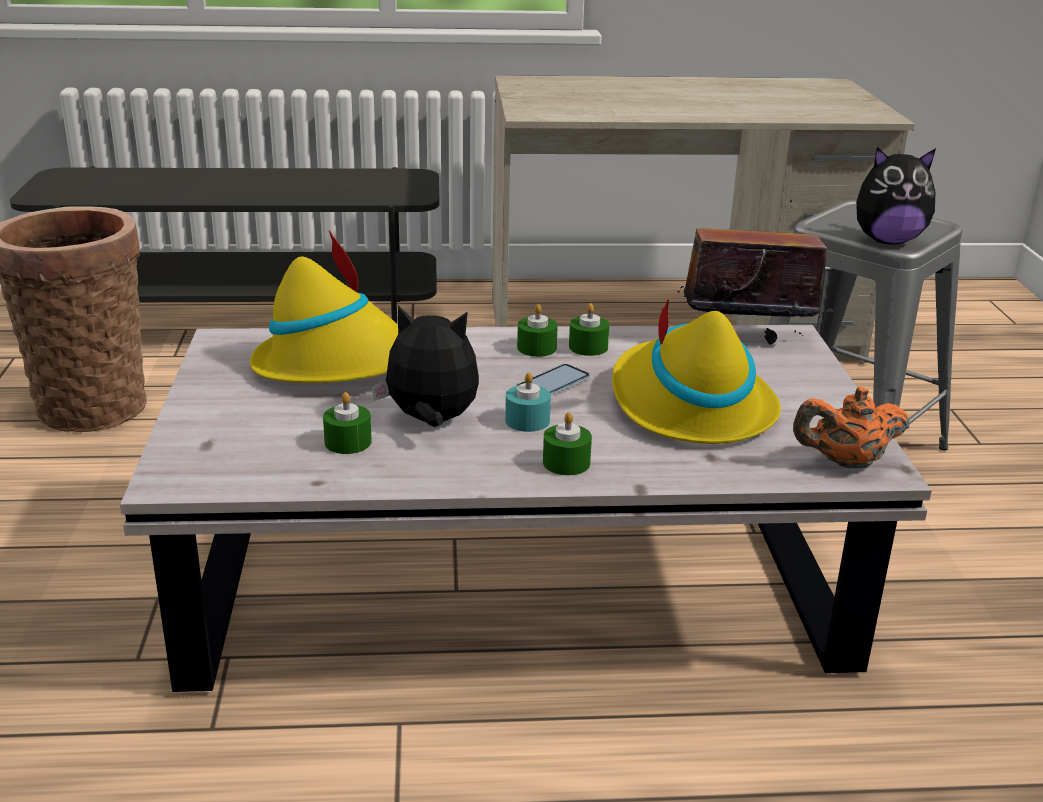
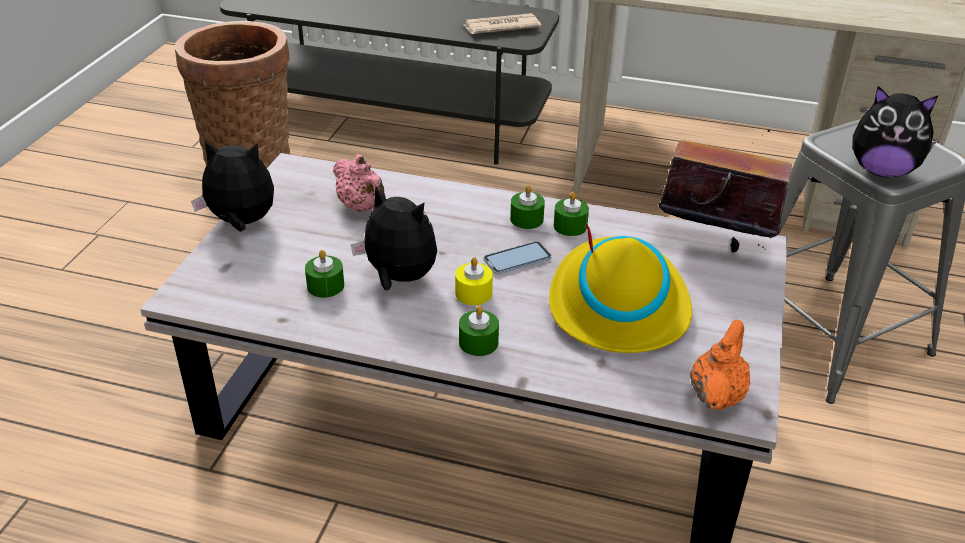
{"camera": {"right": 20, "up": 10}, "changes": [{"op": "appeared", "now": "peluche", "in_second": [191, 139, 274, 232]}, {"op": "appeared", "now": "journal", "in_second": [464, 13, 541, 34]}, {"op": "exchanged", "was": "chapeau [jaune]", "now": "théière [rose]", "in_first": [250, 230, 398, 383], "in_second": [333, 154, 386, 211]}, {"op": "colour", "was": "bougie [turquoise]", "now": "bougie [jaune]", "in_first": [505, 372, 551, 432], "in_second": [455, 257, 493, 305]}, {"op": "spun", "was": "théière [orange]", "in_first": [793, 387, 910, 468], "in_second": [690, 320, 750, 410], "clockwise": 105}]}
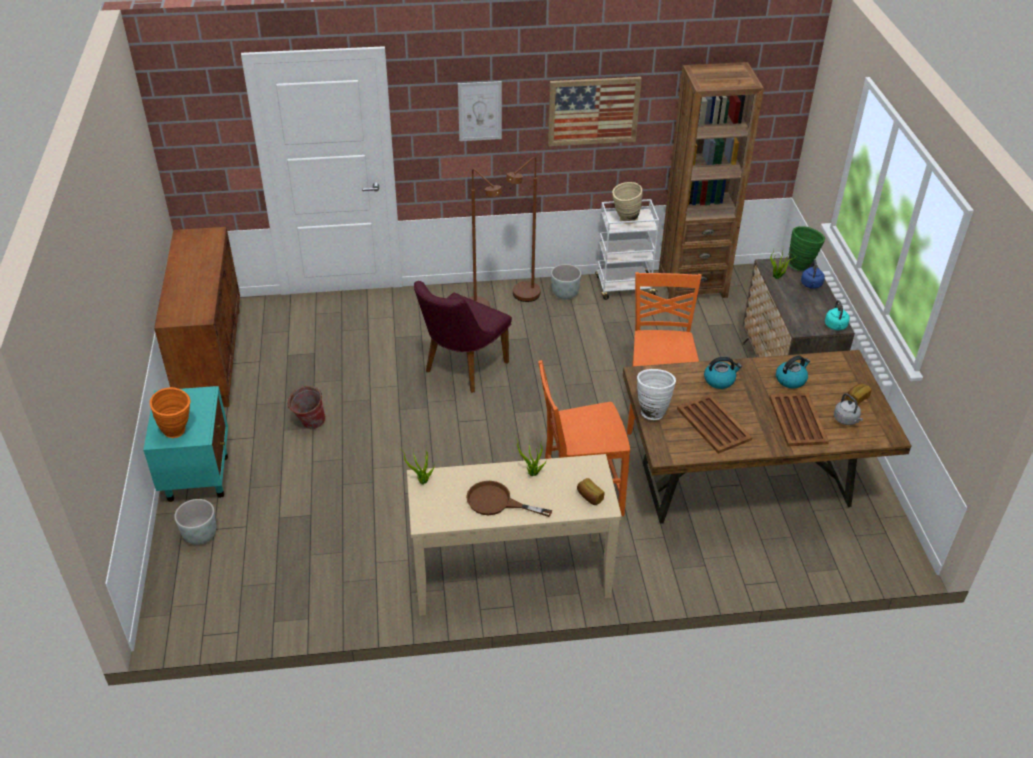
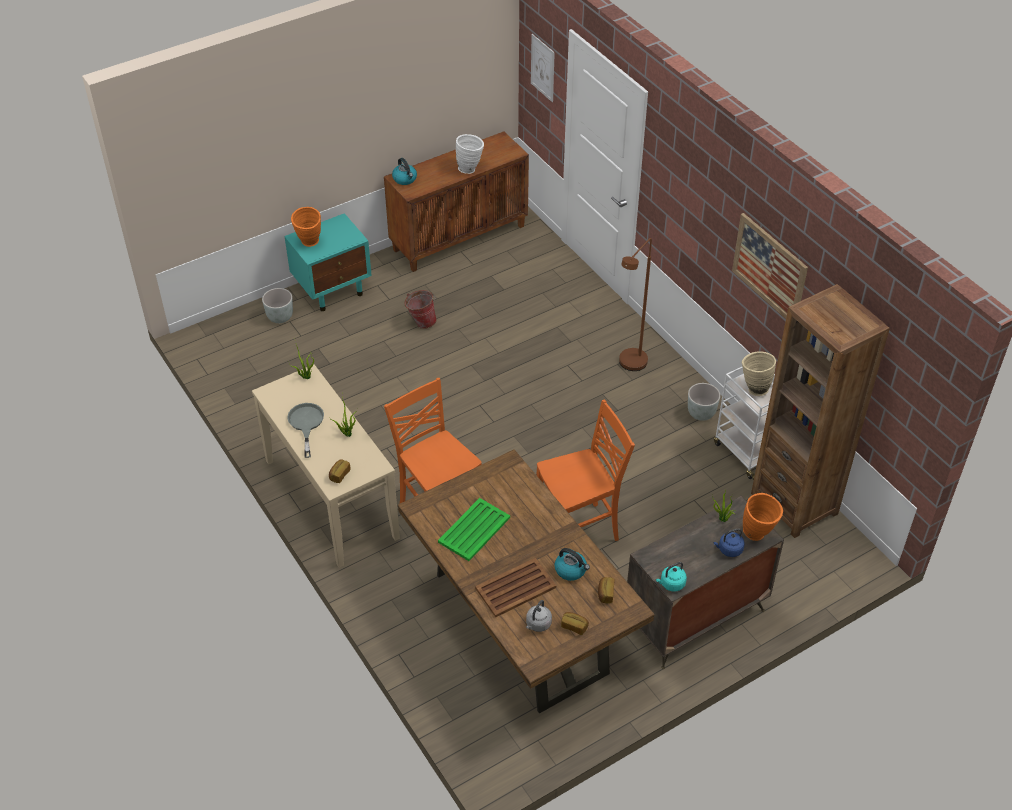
{"camera": {"right": 65, "up": 5}, "changes": [{"op": "missing", "was": "chaise [violet]", "in_first": [414, 281, 512, 393]}, {"op": "missing", "was": "lampadaire [marron]", "in_first": [506, 157, 541, 302]}, {"op": "appeared", "now": "pain", "in_second": [598, 577, 615, 603]}, {"op": "relocated", "was": "tableau", "in_first": [458, 81, 502, 141], "in_second": [531, 34, 555, 102]}, {"op": "relocated", "was": "vase [blanc]", "in_first": [637, 369, 676, 420], "in_second": [456, 134, 484, 174]}, {"op": "relocated", "was": "bouilloire", "in_first": [704, 357, 742, 389], "in_second": [392, 158, 417, 185]}, {"op": "colour", "was": "poêle [marron]", "now": "poêle [gris]", "in_first": [466, 481, 552, 517], "in_second": [287, 403, 324, 458]}, {"op": "colour", "was": "plateau [marron]", "now": "plateau [vert]", "in_first": [677, 394, 753, 454], "in_second": [438, 498, 510, 561]}, {"op": "colour", "was": "vase [vert]", "now": "vase [orange]", "in_first": [789, 226, 825, 271], "in_second": [743, 493, 783, 541]}]}
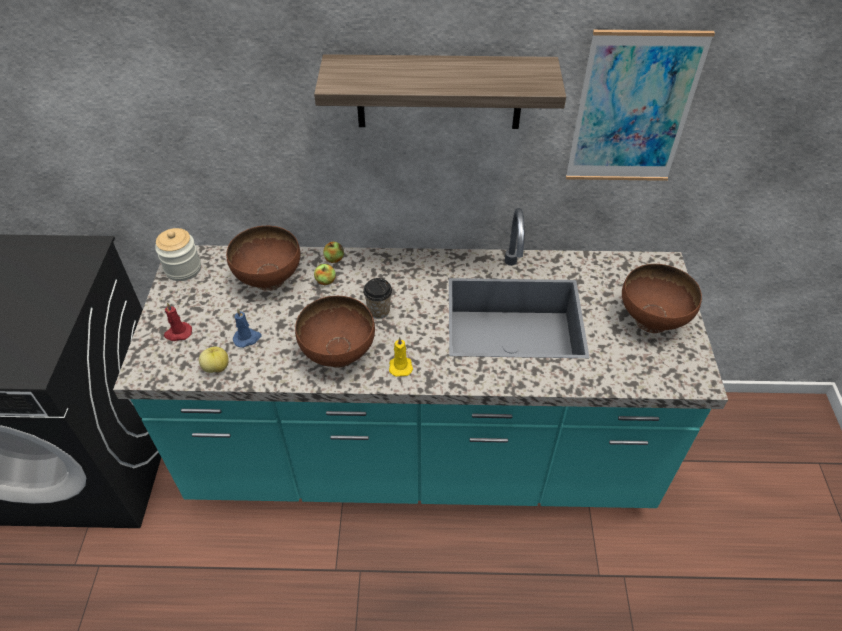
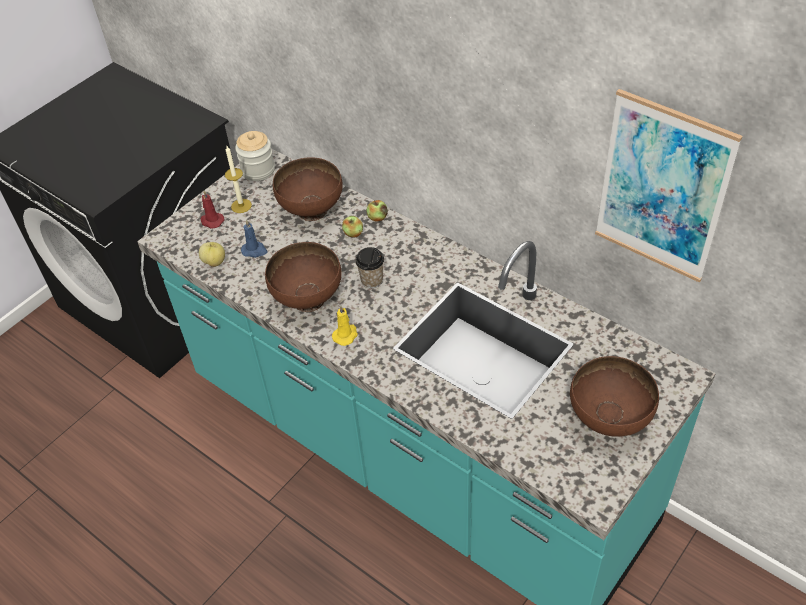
{"camera": {"right": 40, "up": 0}, "changes": [{"op": "missing", "was": "étagère", "in_first": [314, 54, 566, 129]}, {"op": "appeared", "now": "bougie", "in_second": [225, 146, 252, 213]}]}
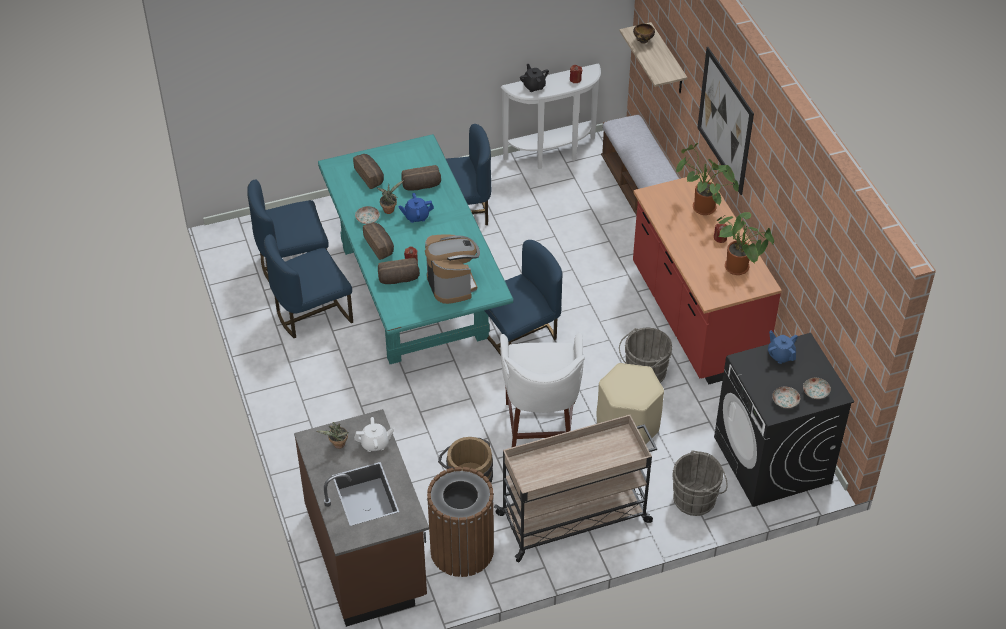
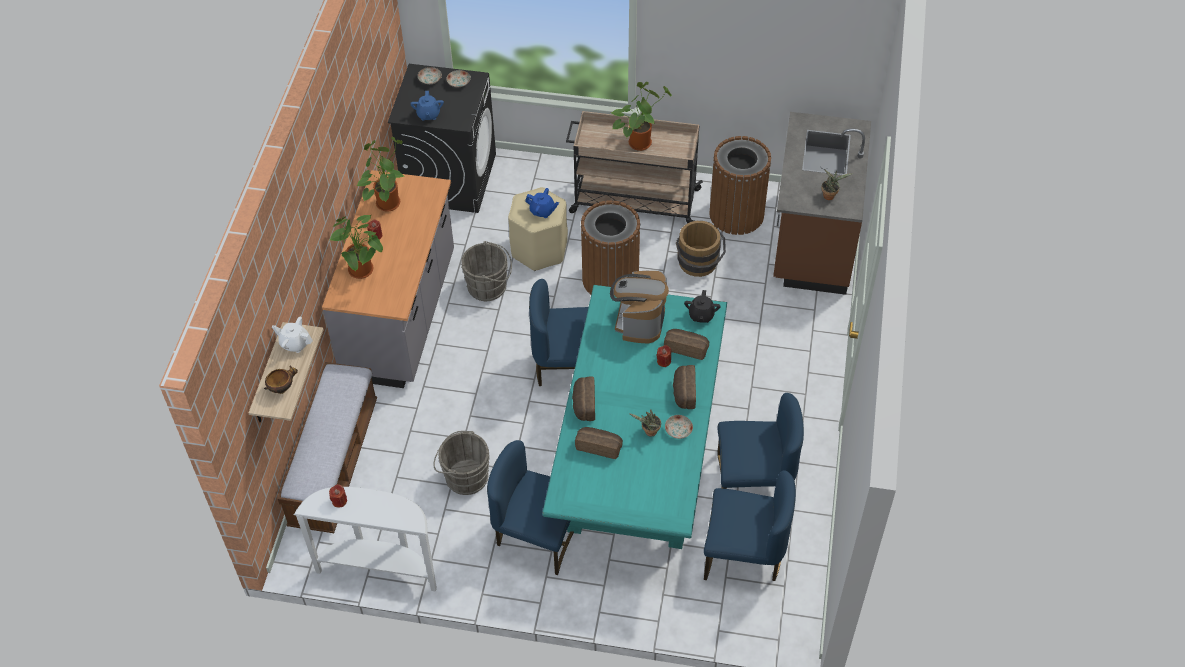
{"camera": {"right": -150, "up": 5}, "changes": [{"op": "missing", "was": "tableau", "in_first": [697, 47, 754, 195]}, {"op": "appeared", "now": "plante en pot", "in_second": [612, 82, 672, 151]}, {"op": "relocated", "was": "pain", "in_first": [353, 154, 384, 189], "in_second": [572, 377, 595, 421]}, {"op": "relocated", "was": "théière [blanc]", "in_first": [354, 417, 395, 452], "in_second": [272, 317, 313, 353]}, {"op": "relocated", "was": "théière [bleu]", "in_first": [398, 193, 434, 223], "in_second": [525, 188, 559, 218]}, {"op": "relocated", "was": "théière [noir]", "in_first": [520, 64, 549, 92], "in_second": [684, 290, 721, 323]}, {"op": "relocated", "was": "seau [gris]", "in_first": [673, 451, 728, 516], "in_second": [433, 431, 489, 495]}, {"op": "exchanged", "was": "tabouret [blanc]", "now": "poubelle [marron]", "in_first": [500, 333, 585, 447], "in_second": [580, 200, 641, 295]}, {"op": "colour", "was": "comptoir de cuisine [rouge]", "now": "comptoir de cuisine [gris]", "in_first": [633, 173, 782, 384], "in_second": [322, 170, 454, 388]}]}
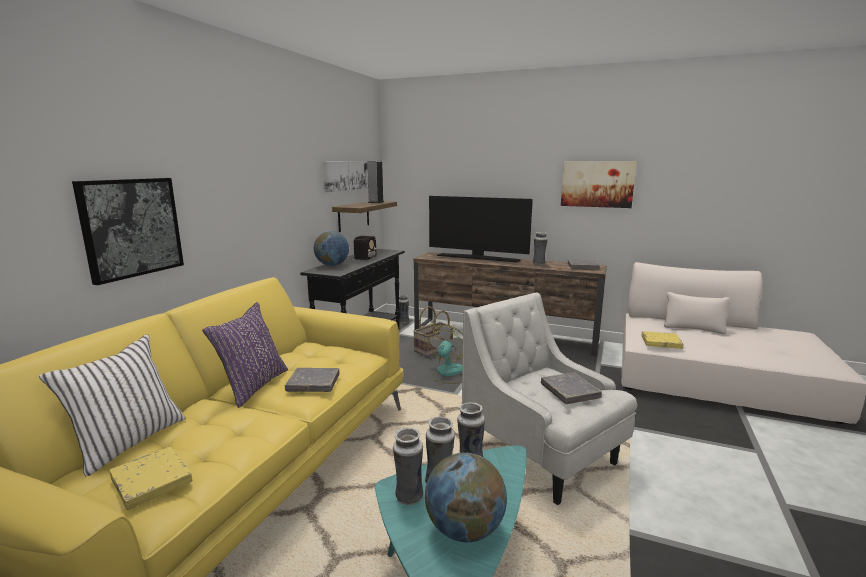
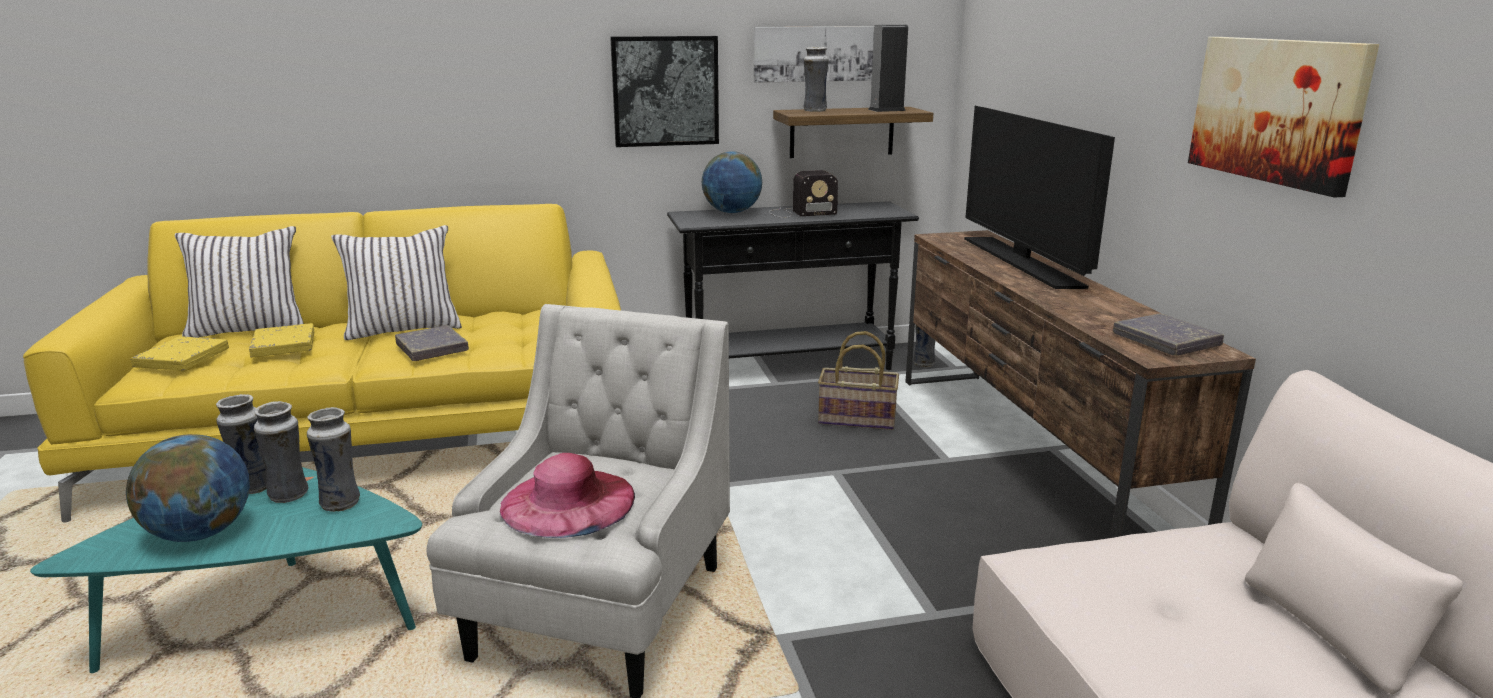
{"camera": {"right": 55, "up": 5}, "changes": [{"op": "missing", "was": "ventilateur", "in_first": [428, 325, 463, 384]}, {"op": "relocated", "was": "tableau", "in_first": [72, 178, 184, 285], "in_second": [610, 36, 719, 147]}, {"op": "relocated", "was": "vase", "in_first": [533, 232, 547, 266], "in_second": [803, 47, 829, 112]}, {"op": "relocated", "was": "livre [jaune]", "in_first": [641, 331, 684, 349], "in_second": [249, 323, 314, 357]}, {"op": "exchanged", "was": "livre [gris]", "now": "chapeau [rose]", "in_first": [541, 372, 602, 404], "in_second": [500, 453, 635, 538]}, {"op": "colour", "was": "coussin [violet]", "now": "coussin [blanc]", "in_first": [202, 302, 288, 408], "in_second": [331, 225, 462, 340]}]}
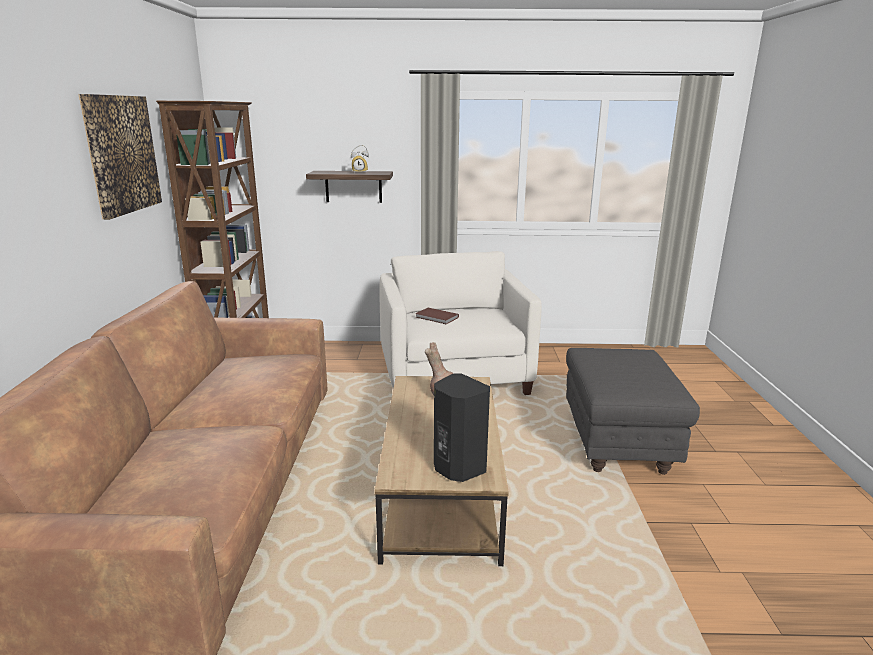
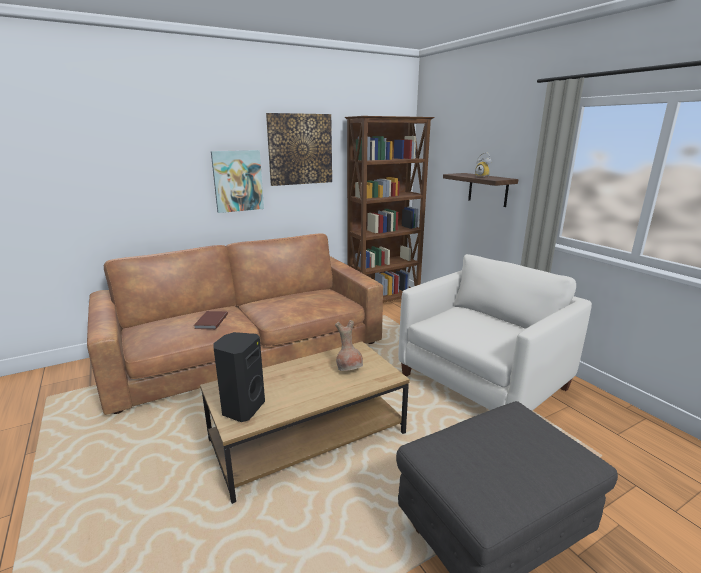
{"camera": {"right": 60, "up": 0}, "changes": [{"op": "appeared", "now": "tableau", "in_second": [211, 150, 264, 213]}, {"op": "relocated", "was": "livre [marron]", "in_first": [415, 308, 459, 324], "in_second": [194, 311, 228, 329]}]}
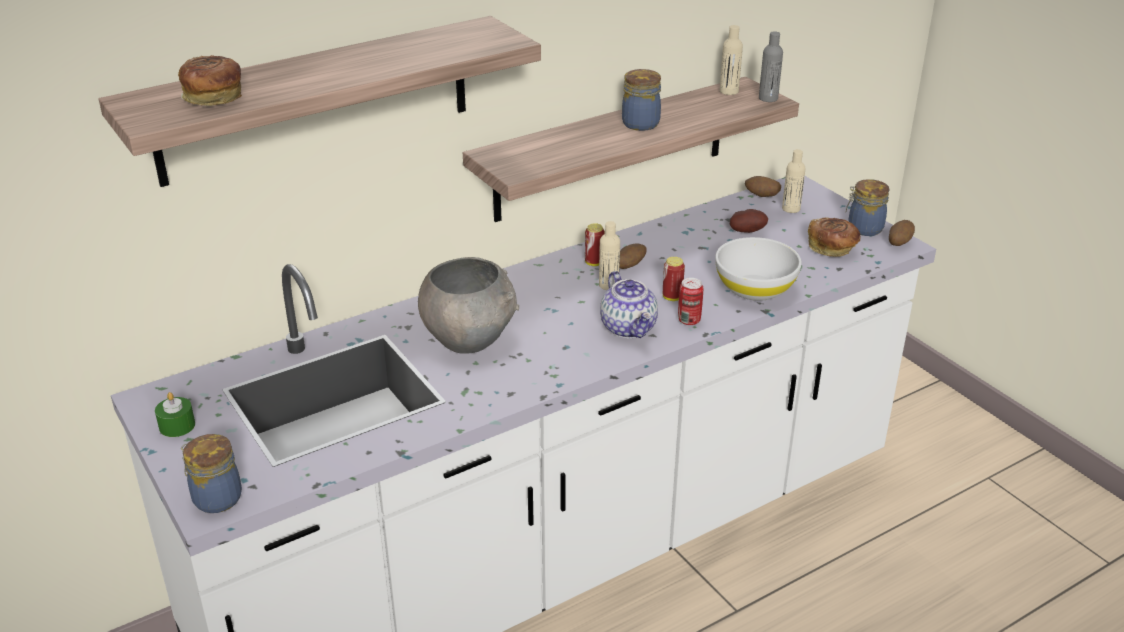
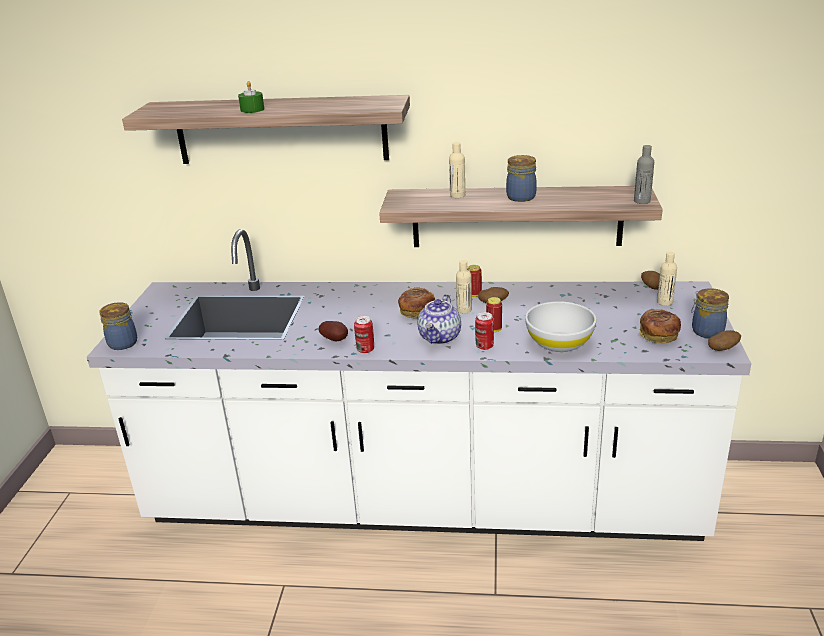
{"camera": {"right": 40, "up": -5}, "changes": [{"op": "missing", "was": "bol [gris]", "in_first": [418, 257, 519, 354]}, {"op": "appeared", "now": "boîte métallique", "in_second": [354, 316, 374, 353]}, {"op": "relocated", "was": "bougie [vert]", "in_first": [155, 392, 195, 437], "in_second": [238, 81, 264, 113]}, {"op": "relocated", "was": "pain", "in_first": [178, 55, 242, 106], "in_second": [398, 287, 435, 319]}, {"op": "relocated", "was": "bouteille [beige]", "in_first": [720, 25, 743, 95], "in_second": [449, 142, 465, 198]}, {"op": "relocated", "was": "pomme de terre", "in_first": [730, 209, 768, 233], "in_second": [319, 321, 348, 342]}]}
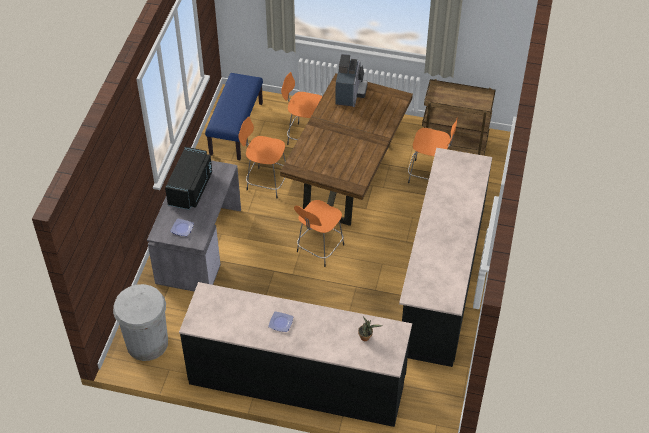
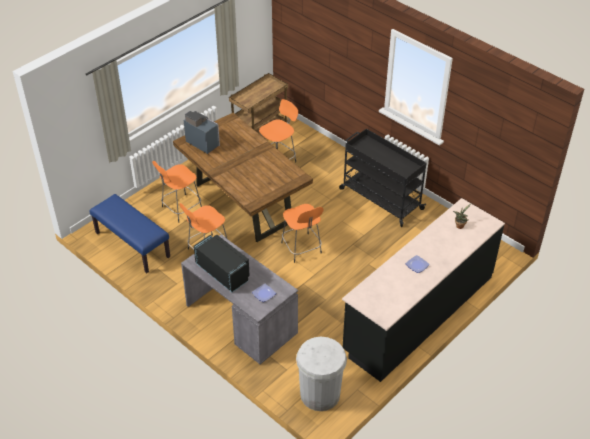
{"camera": {"right": -60, "up": -5}, "changes": [{"op": "exchanged", "was": "comptoir de cuisine [noir]", "now": "chariot [noir]", "in_first": [399, 148, 492, 367], "in_second": [339, 129, 427, 227]}]}
